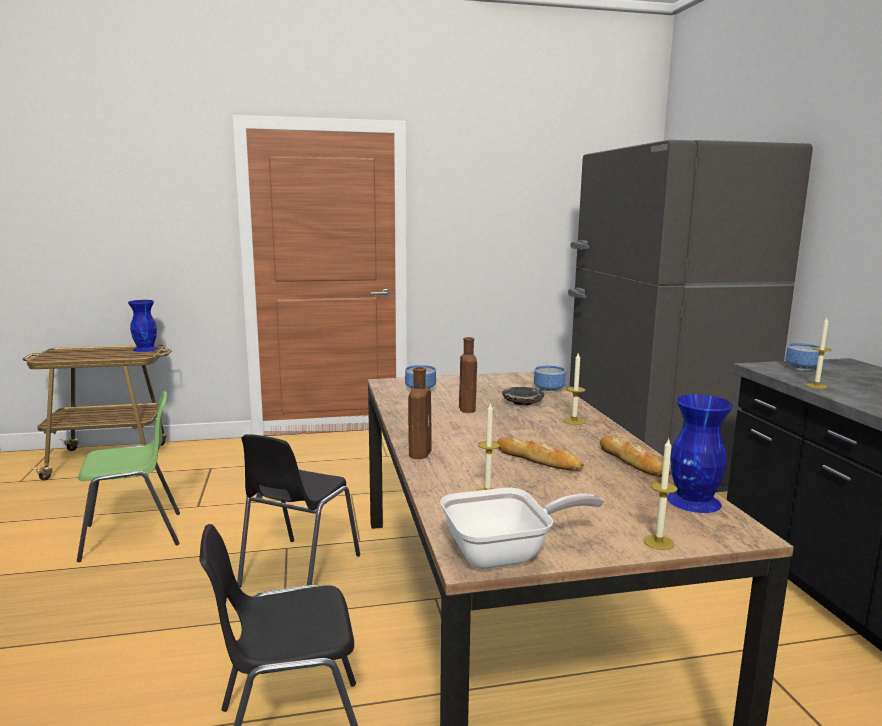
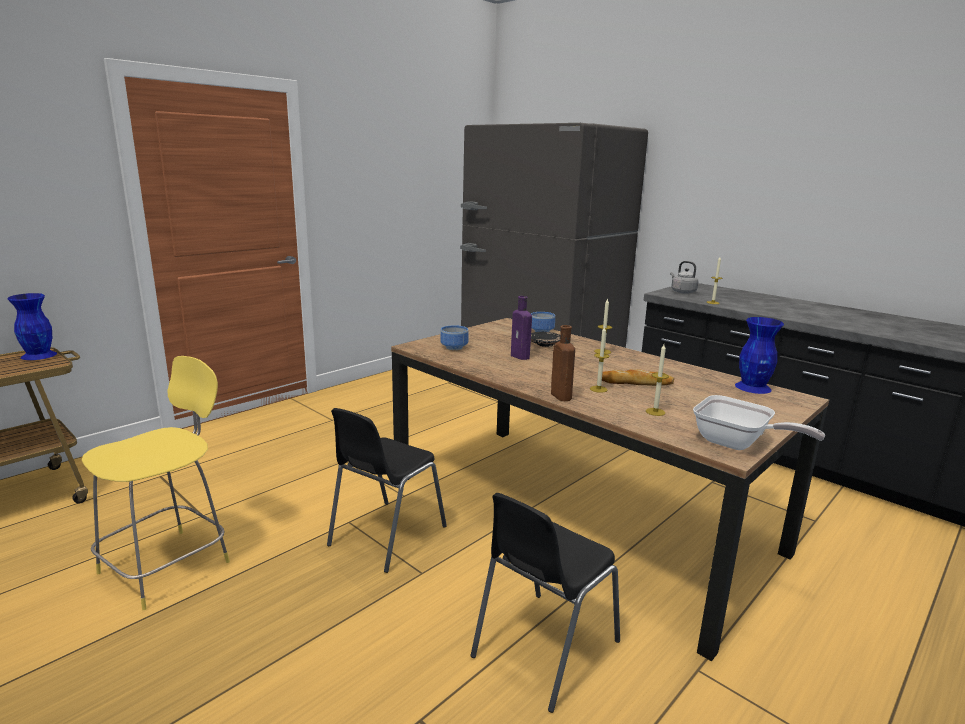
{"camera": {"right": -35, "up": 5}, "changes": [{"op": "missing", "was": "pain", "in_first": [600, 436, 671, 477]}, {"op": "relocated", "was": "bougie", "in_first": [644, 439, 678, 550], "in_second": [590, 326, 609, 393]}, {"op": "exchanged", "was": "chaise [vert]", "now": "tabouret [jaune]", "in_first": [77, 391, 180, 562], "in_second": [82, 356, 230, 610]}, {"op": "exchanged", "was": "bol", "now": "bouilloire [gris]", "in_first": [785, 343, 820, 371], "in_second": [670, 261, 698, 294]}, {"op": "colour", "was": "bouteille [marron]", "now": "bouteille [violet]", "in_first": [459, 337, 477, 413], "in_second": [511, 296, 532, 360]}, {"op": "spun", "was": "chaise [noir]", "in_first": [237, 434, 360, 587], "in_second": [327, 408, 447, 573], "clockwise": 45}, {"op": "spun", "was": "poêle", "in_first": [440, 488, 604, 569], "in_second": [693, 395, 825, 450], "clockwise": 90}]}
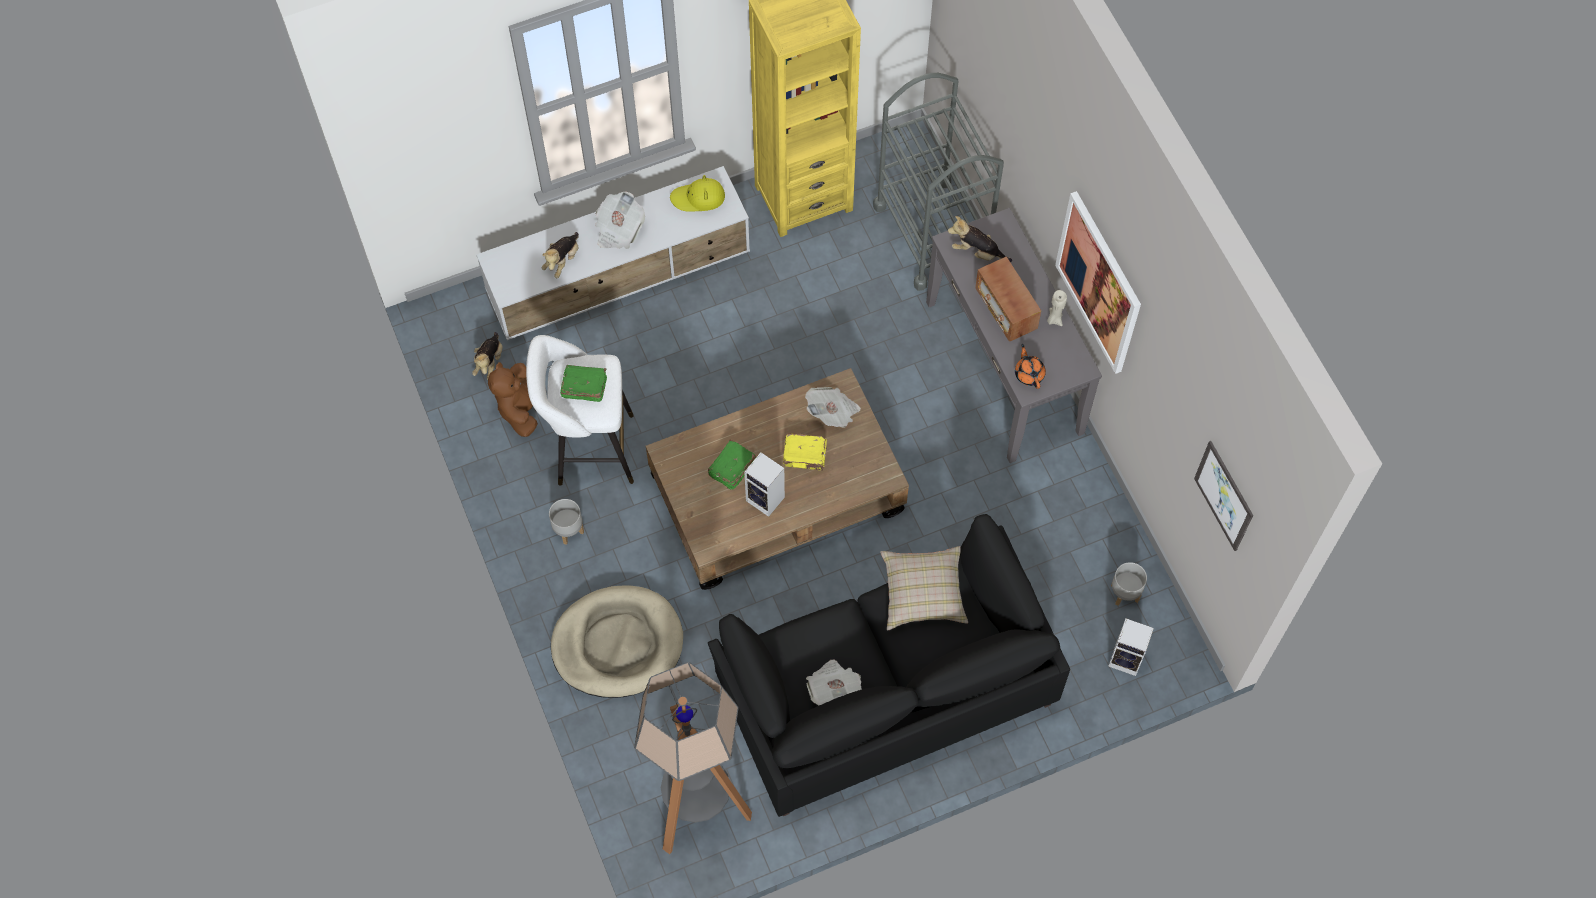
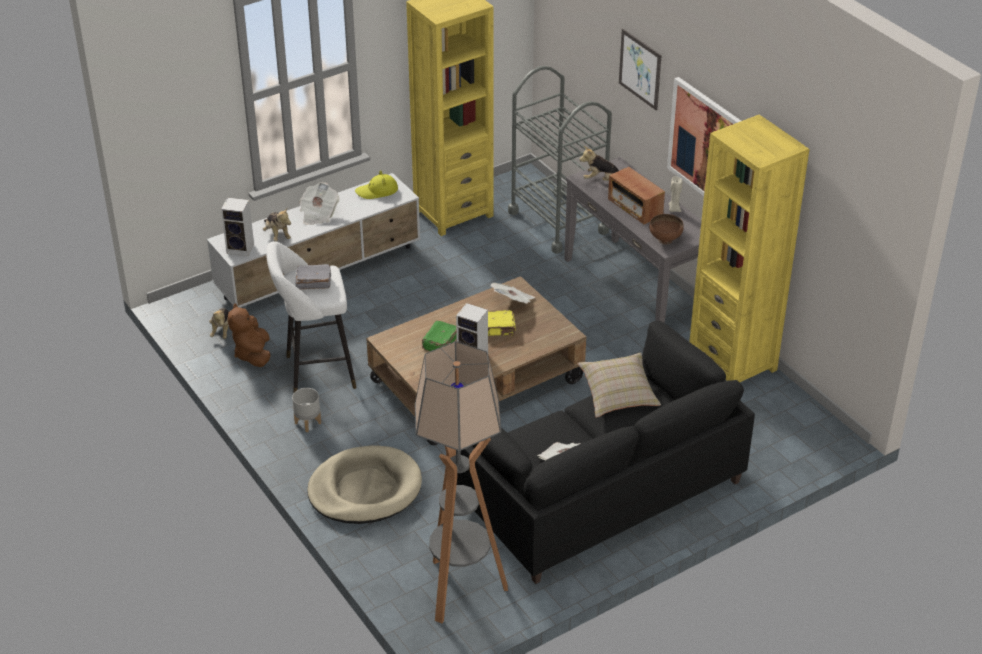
{"camera": {"right": -10, "up": -25}, "changes": [{"op": "missing", "was": "cache-pot [gris]", "in_first": [1111, 562, 1147, 606]}, {"op": "appeared", "now": "bibliothèque [jaune]", "in_second": [689, 115, 809, 382]}, {"op": "relocated", "was": "enceinte", "in_first": [1108, 618, 1154, 676], "in_second": [221, 197, 254, 256]}, {"op": "relocated", "was": "tableau", "in_first": [1194, 441, 1253, 551], "in_second": [619, 29, 662, 110]}, {"op": "exchanged", "was": "théière [orange]", "now": "bol [marron]", "in_first": [1015, 344, 1046, 389], "in_second": [649, 214, 684, 245]}, {"op": "colour", "was": "livre [vert]", "now": "livre [gris]", "in_first": [560, 365, 607, 402], "in_second": [295, 264, 331, 290]}, {"op": "spun", "was": "peluche", "in_first": [542, 232, 579, 278], "in_second": [263, 209, 291, 242], "clockwise": -45}]}
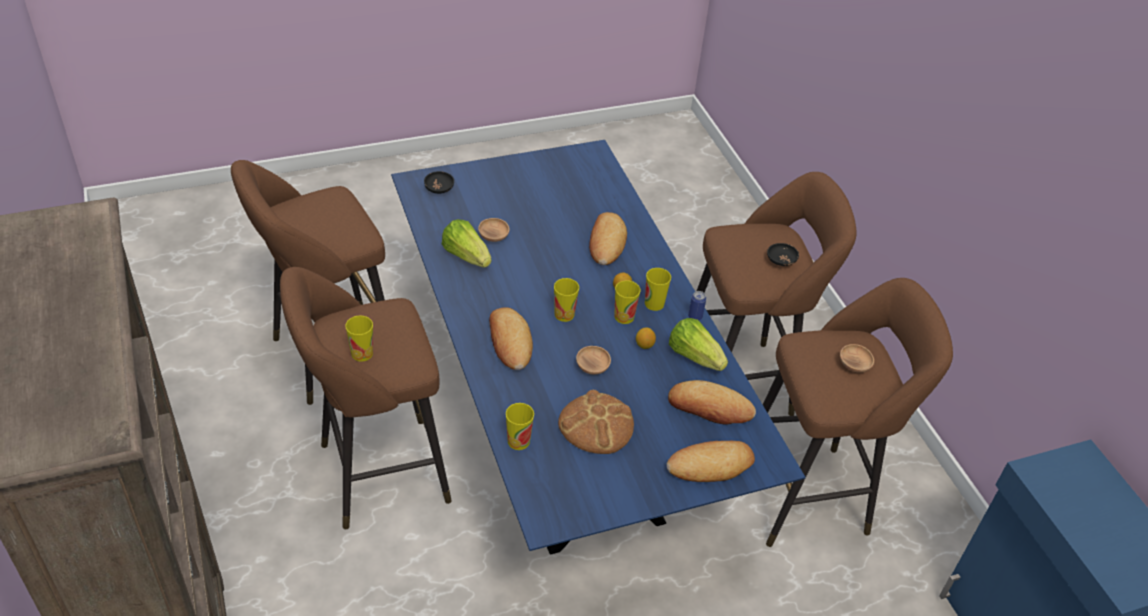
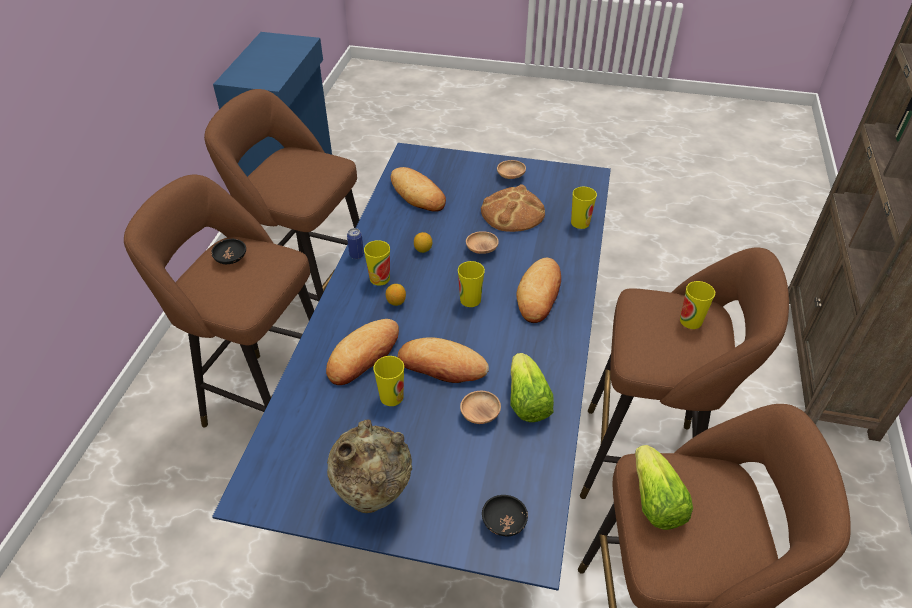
{"camera": {"right": -145, "up": 0}, "changes": [{"op": "appeared", "now": "vase [beige]", "in_second": [327, 420, 412, 513]}, {"op": "relocated", "was": "tasse", "in_first": [614, 280, 641, 324], "in_second": [374, 356, 404, 406]}, {"op": "relocated", "was": "pain", "in_first": [667, 441, 755, 482], "in_second": [397, 337, 489, 383]}, {"op": "relocated", "was": "laitue", "in_first": [669, 318, 728, 371], "in_second": [635, 445, 693, 530]}, {"op": "relocated", "was": "bol [marron]", "in_first": [840, 344, 874, 373], "in_second": [497, 160, 526, 179]}]}
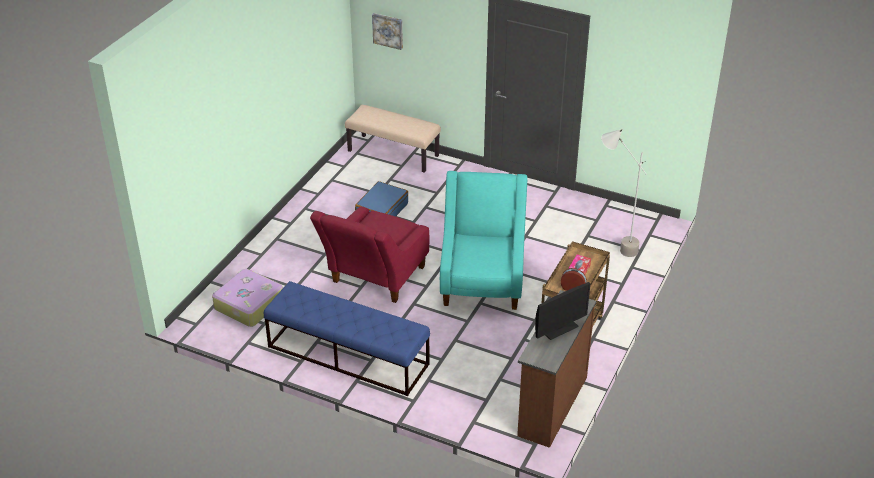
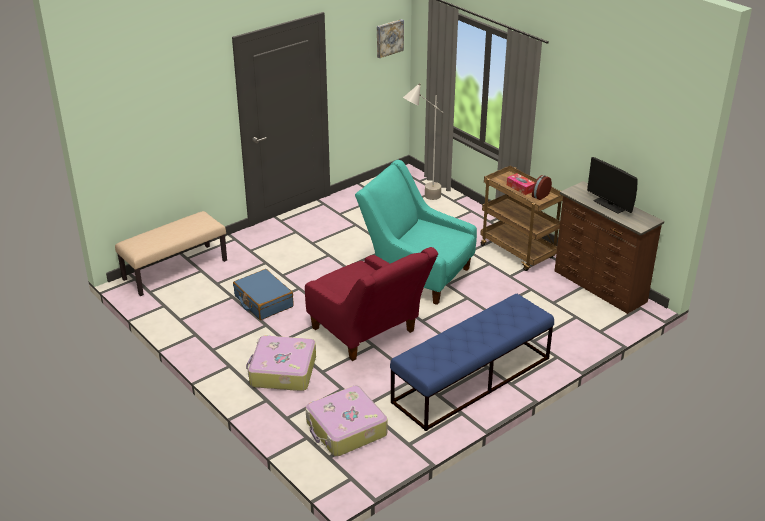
{"camera": {"right": -65, "up": -5}, "changes": [{"op": "appeared", "now": "valise", "in_second": [246, 336, 316, 391]}, {"op": "relocated", "was": "tableau", "in_first": [372, 13, 403, 50], "in_second": [377, 19, 404, 58]}, {"op": "spun", "was": "écran d'ordinateur", "in_first": [535, 282, 591, 340], "in_second": [587, 157, 638, 214], "clockwise": 150}]}
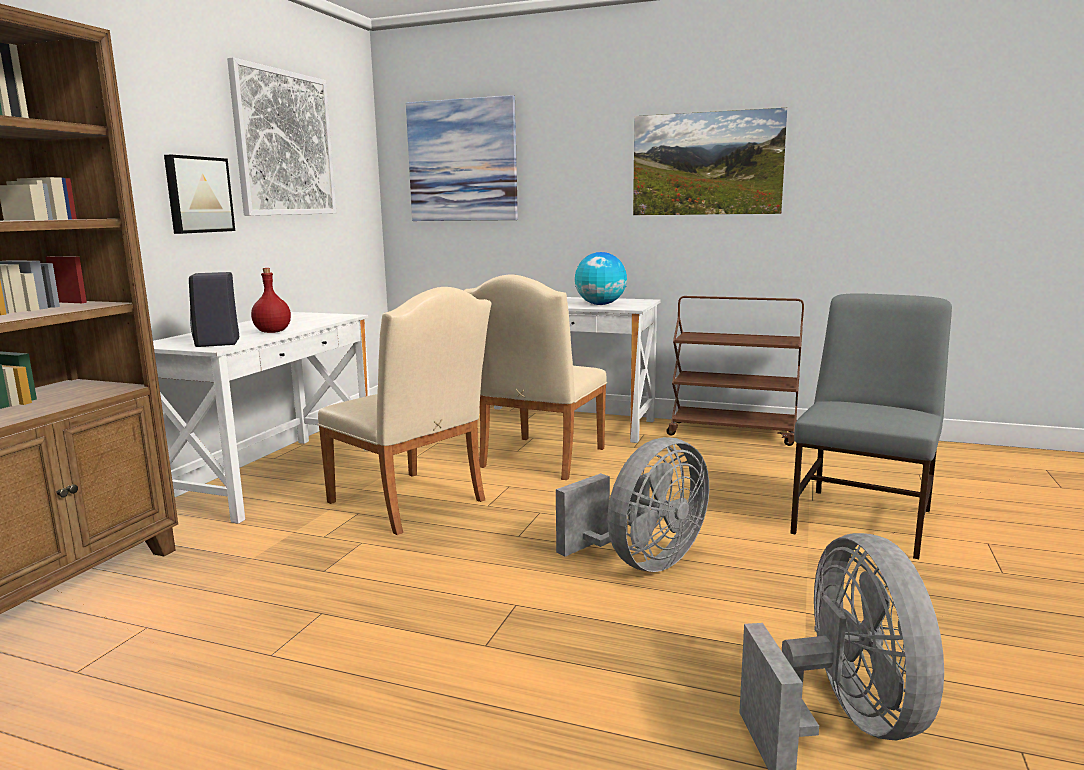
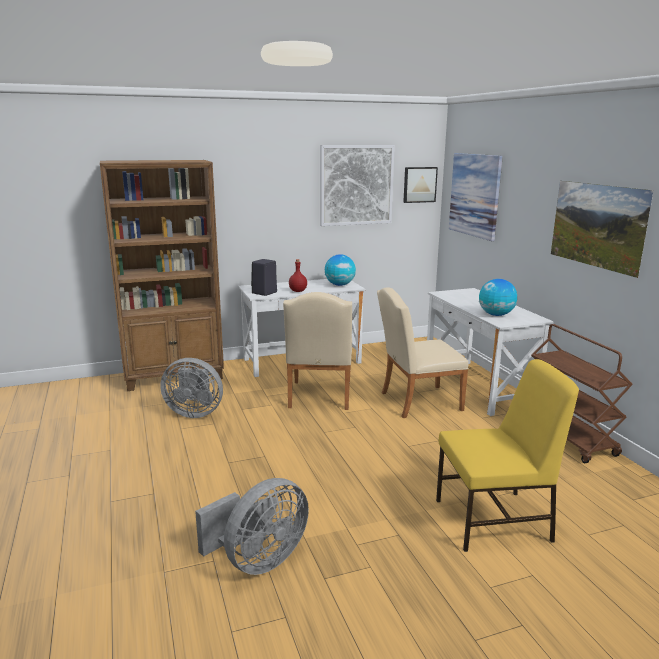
{"camera": {"right": 50, "up": 5}, "changes": [{"op": "appeared", "now": "globe", "in_second": [325, 254, 356, 286]}, {"op": "relocated", "was": "tableau", "in_first": [164, 155, 235, 234], "in_second": [403, 167, 438, 203]}, {"op": "relocated", "was": "ventilateur [gris]", "in_first": [556, 437, 709, 572], "in_second": [160, 358, 223, 418]}, {"op": "colour", "was": "chaise [gris]", "now": "chaise [jaune]", "in_first": [790, 293, 952, 559], "in_second": [436, 359, 579, 552]}]}
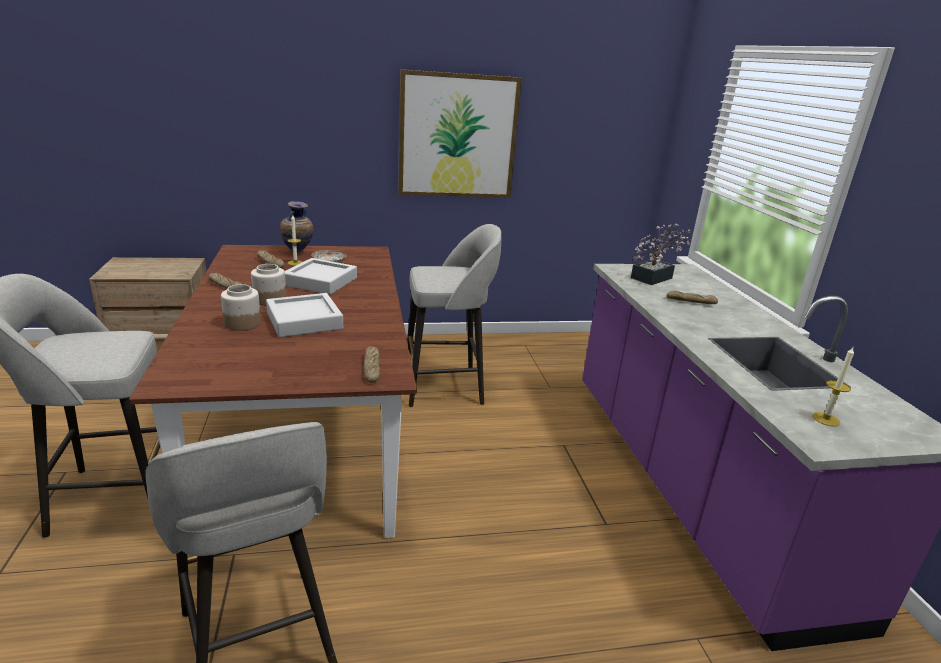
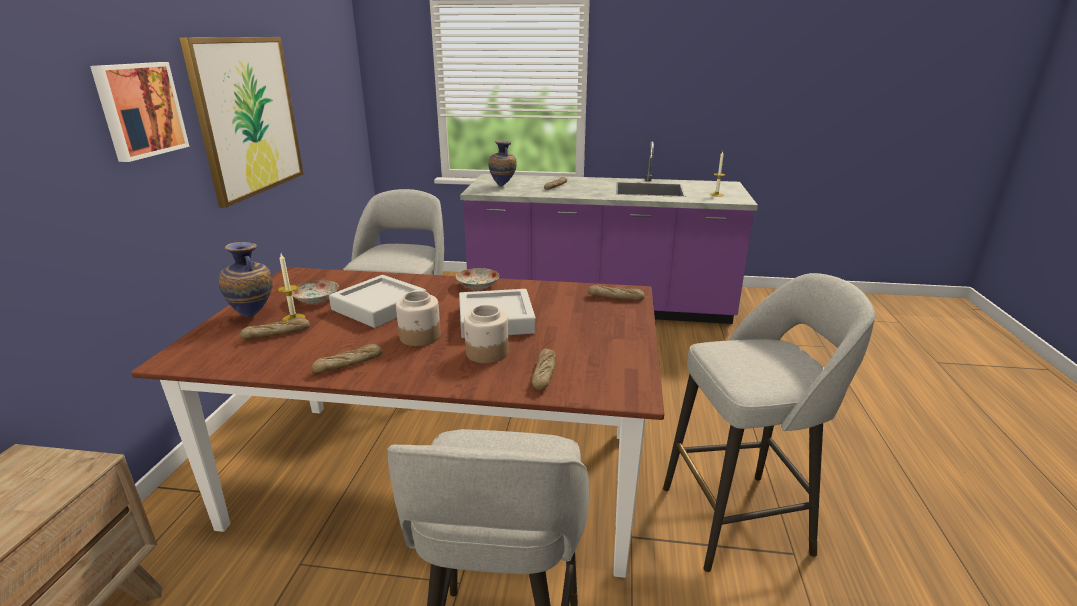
{"camera": {"right": -70, "up": 0}, "changes": [{"op": "appeared", "now": "tableau", "in_second": [90, 62, 190, 162]}, {"op": "appeared", "now": "assiette", "in_second": [456, 268, 499, 290]}, {"op": "appeared", "now": "pain", "in_second": [532, 349, 556, 390]}, {"op": "exchanged", "was": "plante en pot", "now": "vase", "in_first": [631, 224, 691, 285], "in_second": [489, 140, 517, 186]}]}
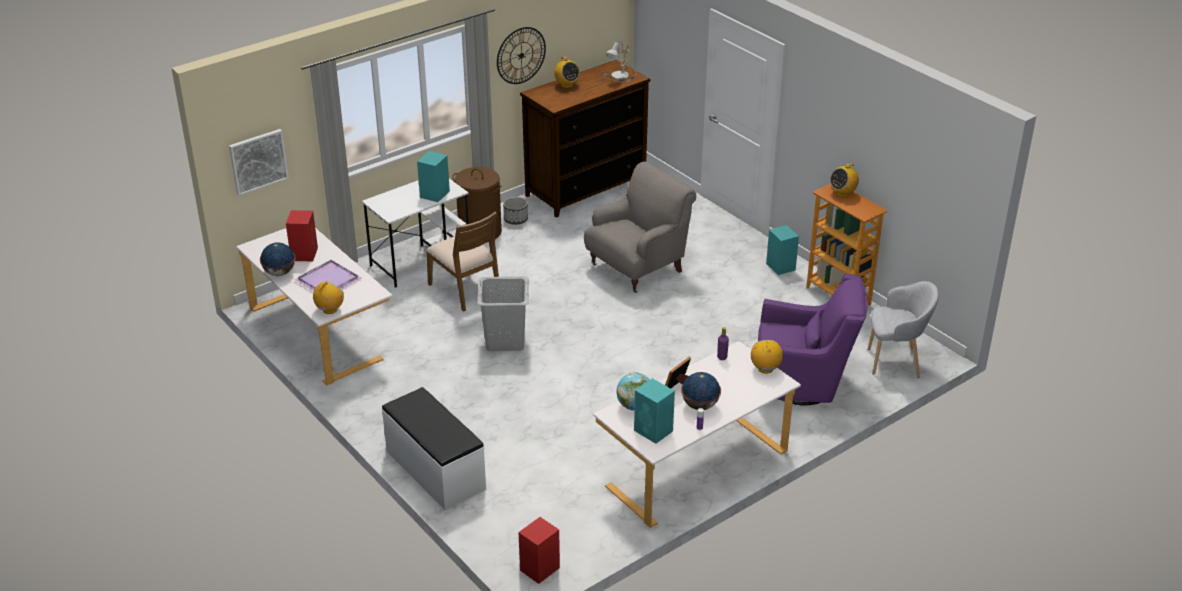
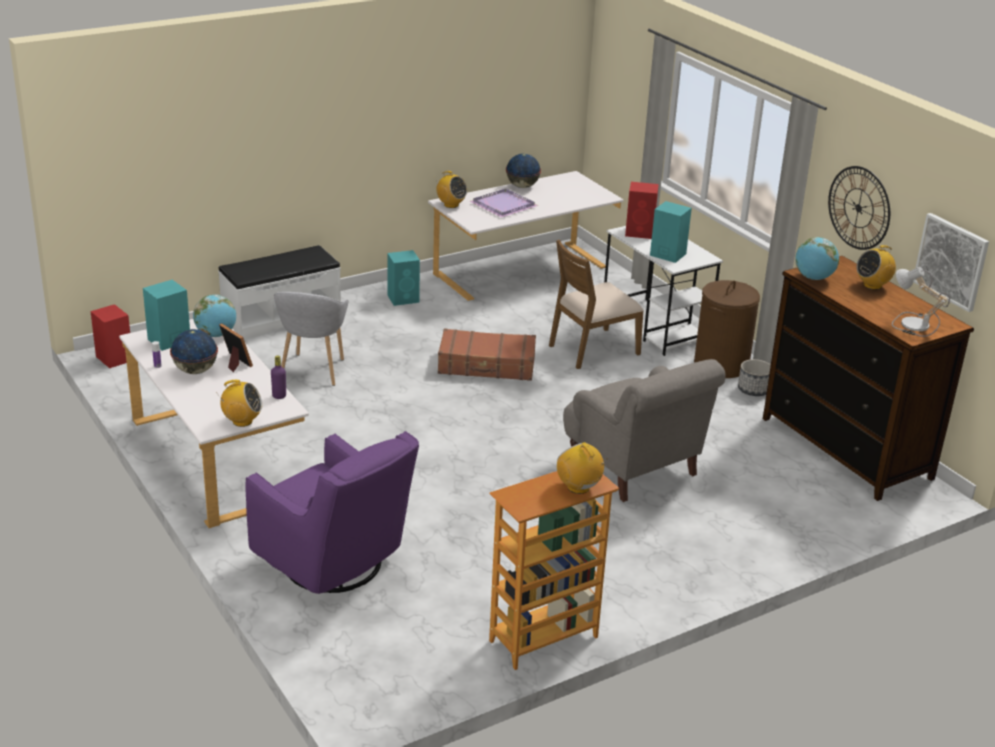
{"camera": {"right": 95, "up": -5}, "changes": [{"op": "appeared", "now": "globe", "in_second": [795, 237, 839, 280]}, {"op": "relocated", "was": "tableau", "in_first": [229, 129, 289, 196], "in_second": [913, 213, 989, 312]}, {"op": "relocated", "was": "enceinte [rouge]", "in_first": [286, 210, 318, 261], "in_second": [625, 182, 659, 239]}, {"op": "relocated", "was": "enceinte [turquoise]", "in_first": [766, 225, 799, 275], "in_second": [387, 250, 420, 306]}, {"op": "relocated", "was": "fauteuil [gris]", "in_first": [868, 281, 938, 378], "in_second": [274, 292, 348, 386]}, {"op": "exchanged", "was": "panier à linge [gris]", "now": "valise [marron]", "in_first": [477, 276, 529, 351], "in_second": [438, 328, 536, 381]}, {"op": "spun", "was": "fauteuil [violet]", "in_first": [758, 274, 868, 405], "in_second": [245, 431, 419, 594], "clockwise": -60}]}
